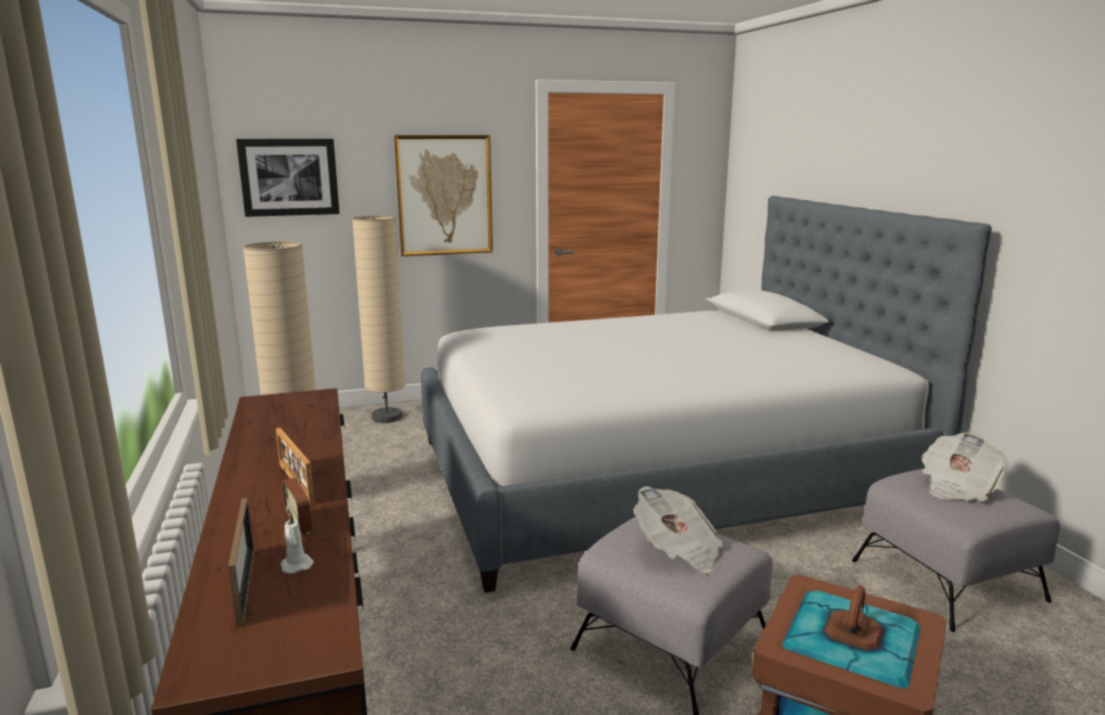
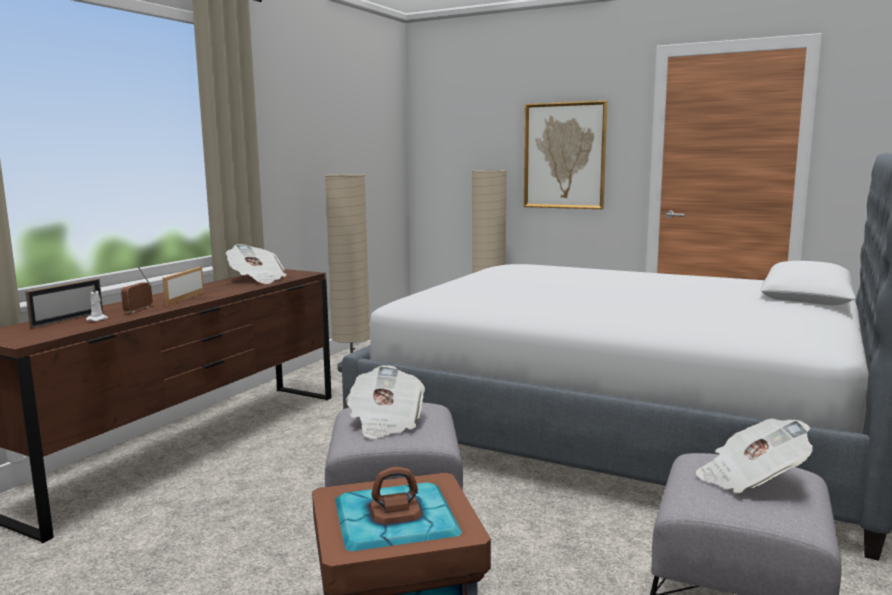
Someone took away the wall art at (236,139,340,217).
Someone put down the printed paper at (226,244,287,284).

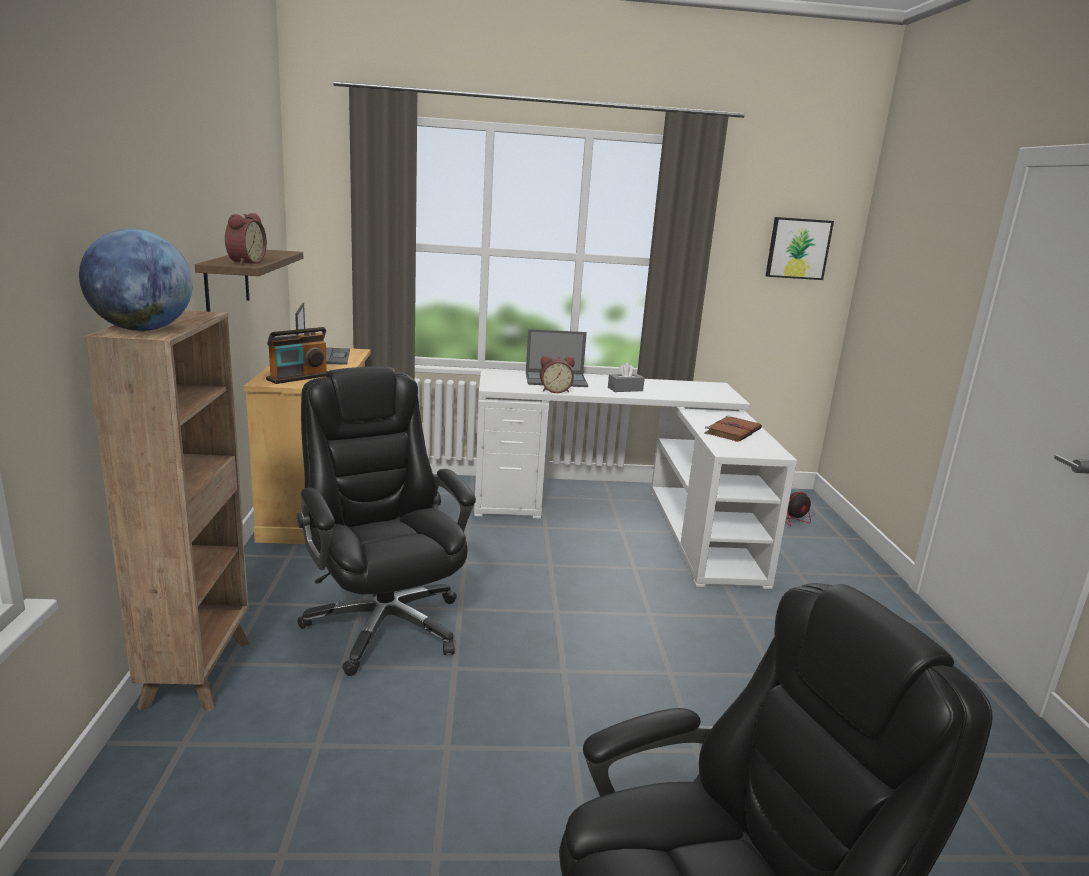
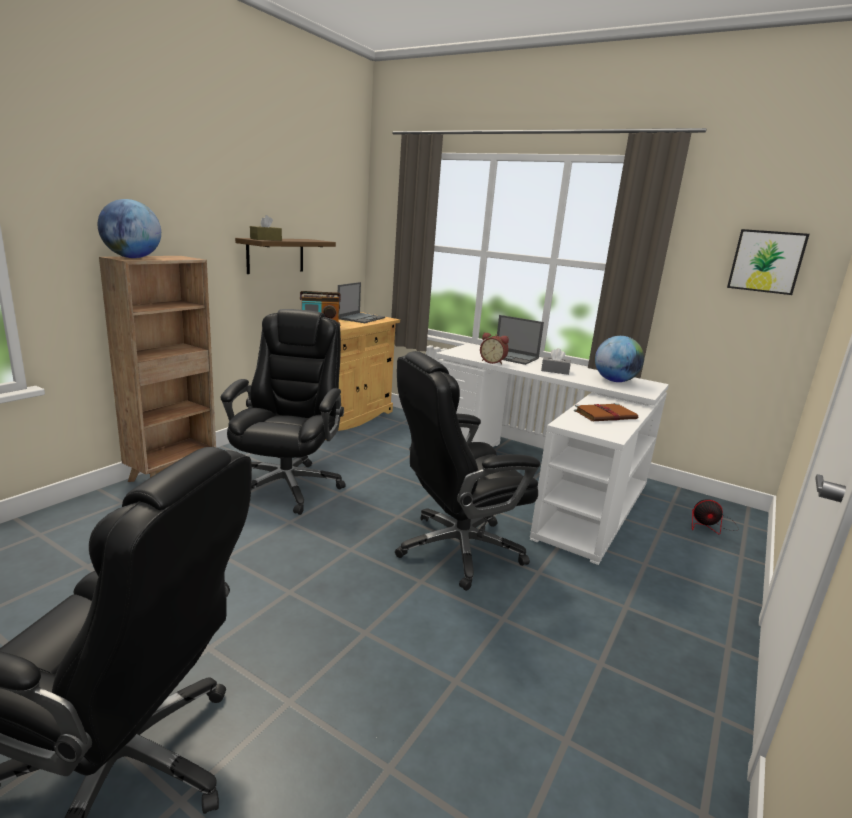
Someone swapped the alarm clock at (225,213,267,265) for the tissue holder (brown-coloured) at (250,215,282,241).
Someone put down the desk chair (black) at (395,351,540,591).
Someone put down the globe at (595,336,644,382).

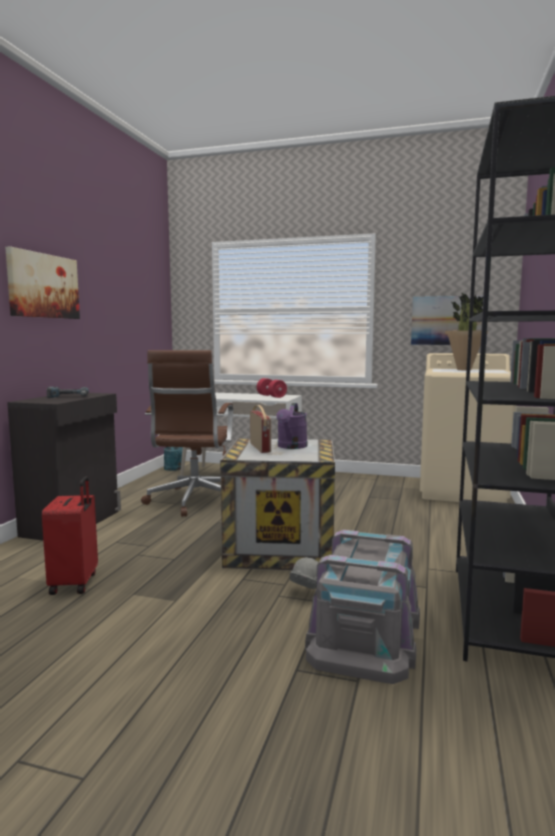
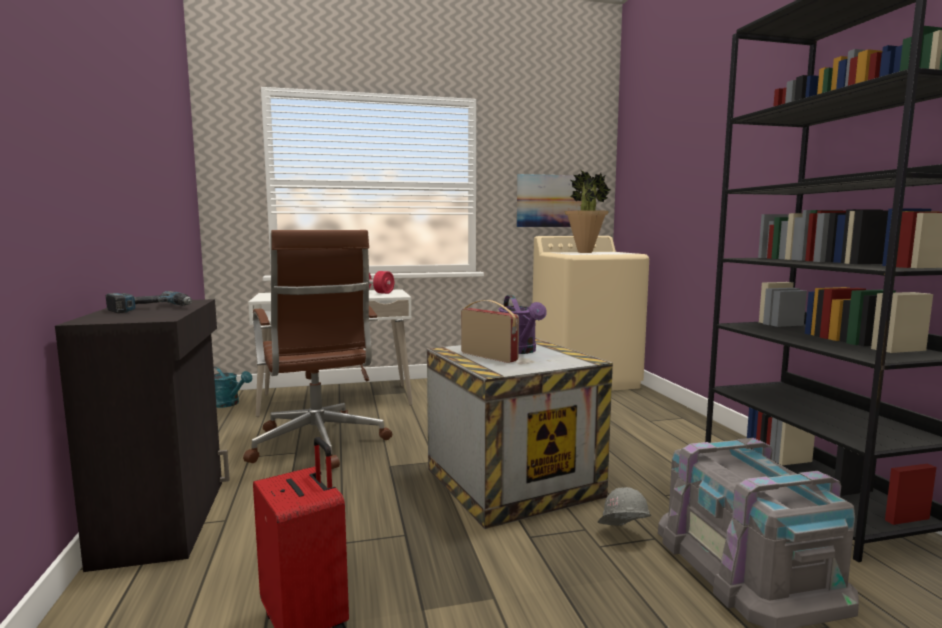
Someone took away the wall art at (5,246,80,319).

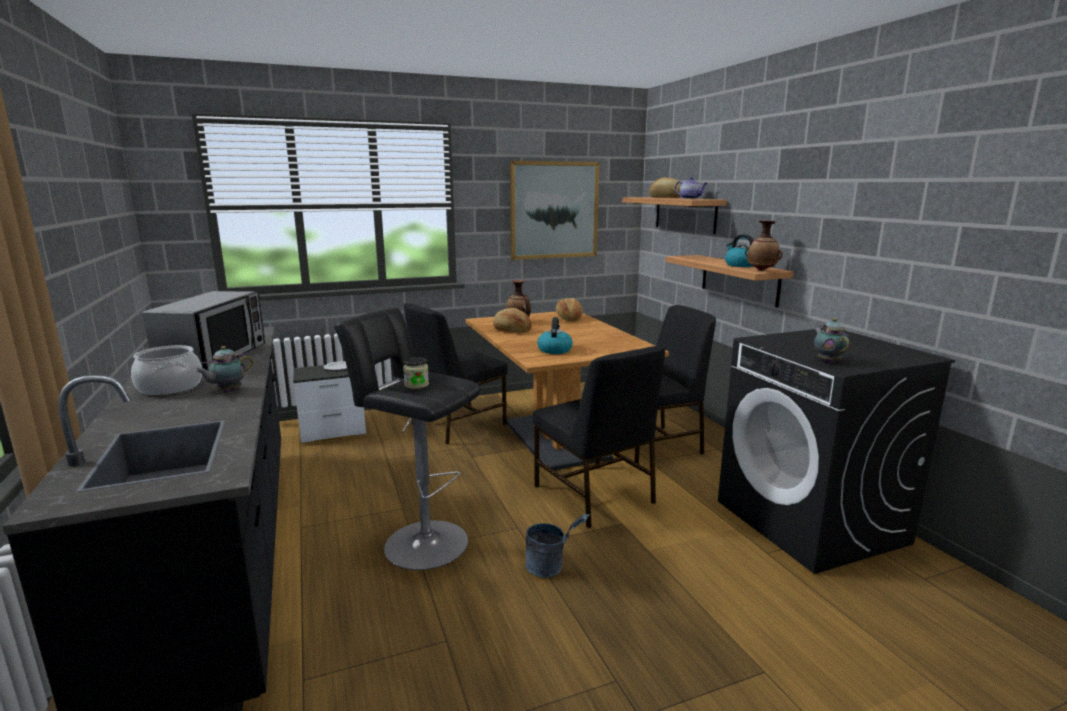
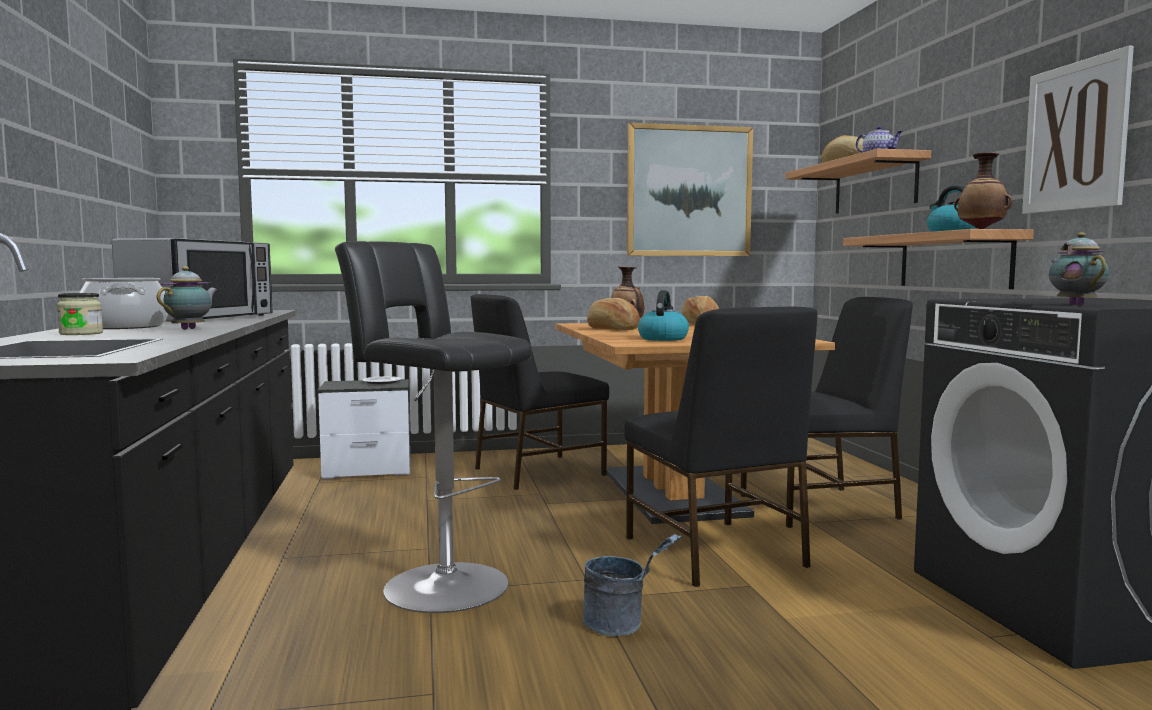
Someone rotated the pot for tea at (195,346,253,392) by 150 degrees clockwise.
Someone carried the preserve jar from (403,357,429,389) to (57,293,103,335).
Someone put up the wall art at (1022,46,1134,214).

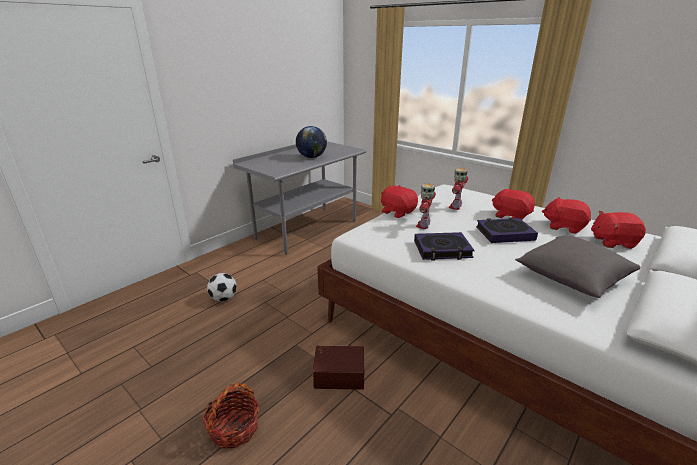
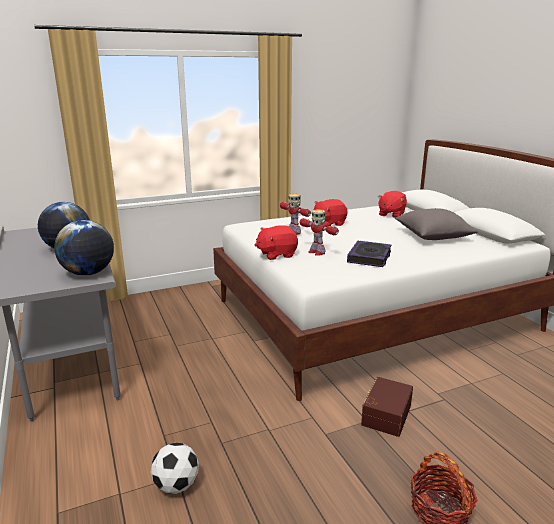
Someone took away the book at (476,217,538,243).
Someone took away the cuddly toy (reddish) at (542,197,591,234).
Someone put down the globe at (54,220,114,276).

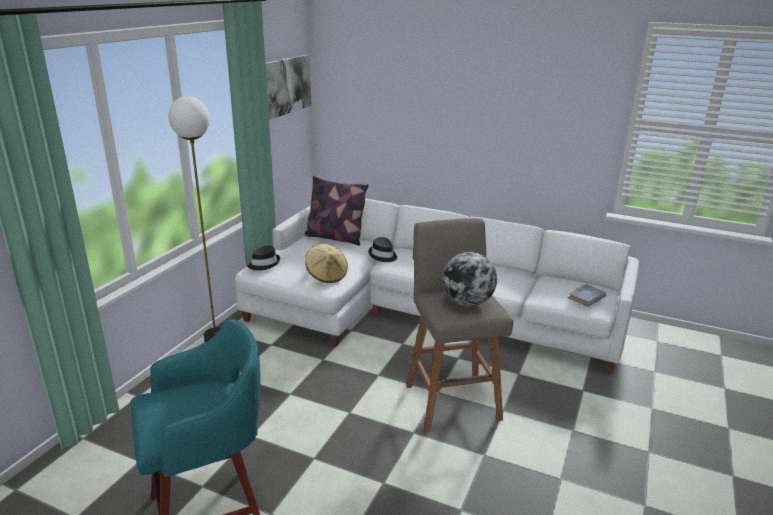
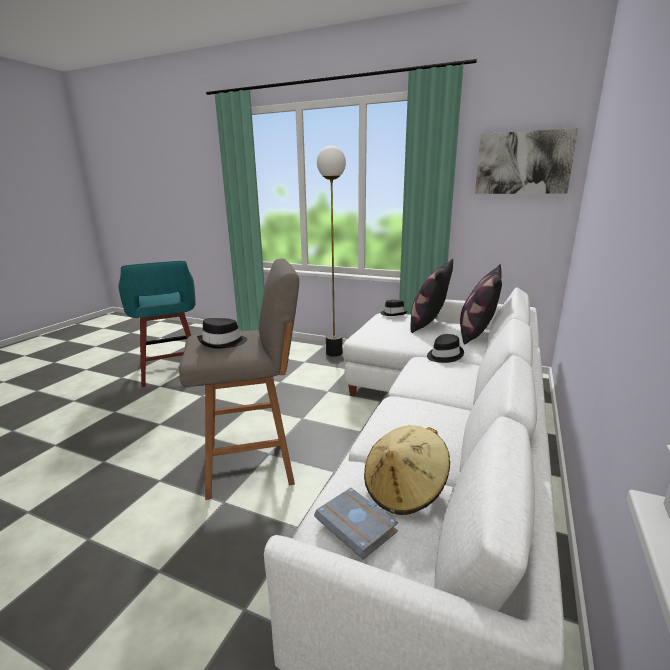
Someone carried the wearable hat (sand-coloured) from (305,244,348,283) to (364,425,450,515).
Someone swapped the globe at (442,252,497,306) for the wearable hat (black) at (197,318,247,349).
Someone put down the pillow at (410,259,453,333).

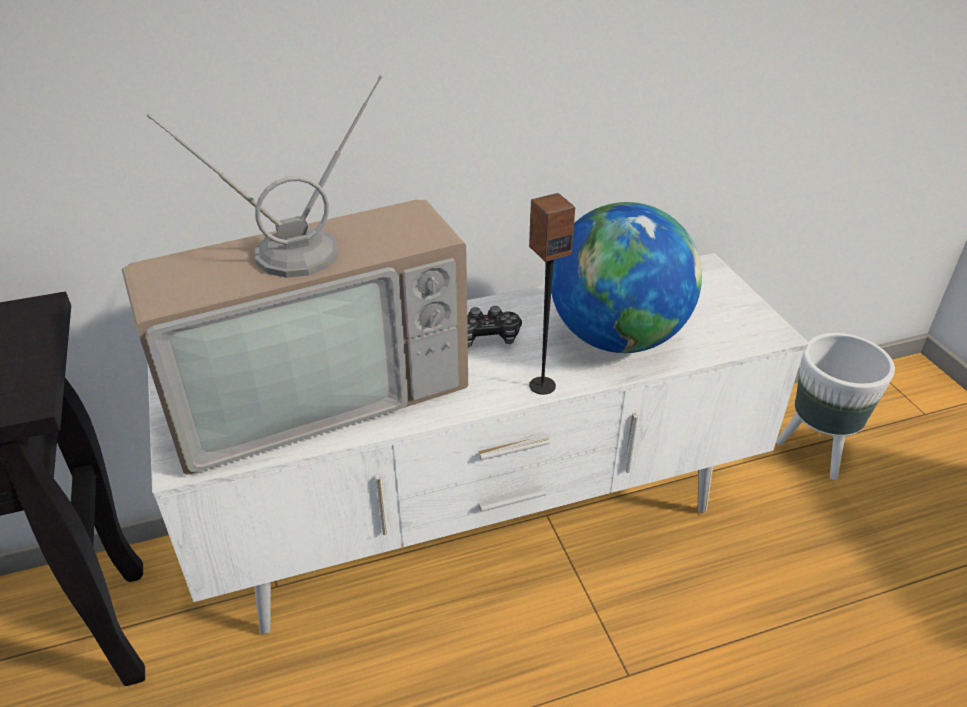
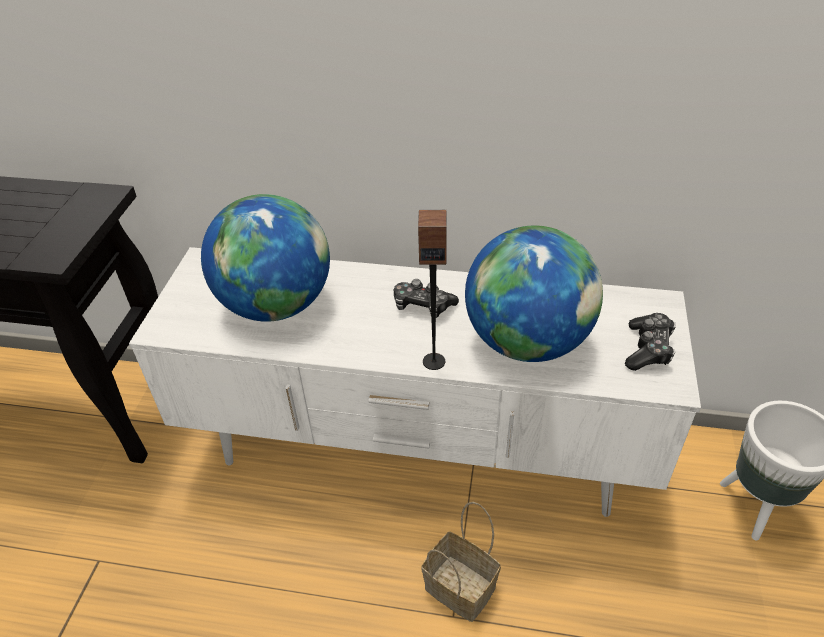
Someone swapped the TV at (122,76,468,475) for the globe at (201,194,330,322).
Someone put down the household basket at (421,502,501,622).
Someone put down the game controller at (625,313,676,371).

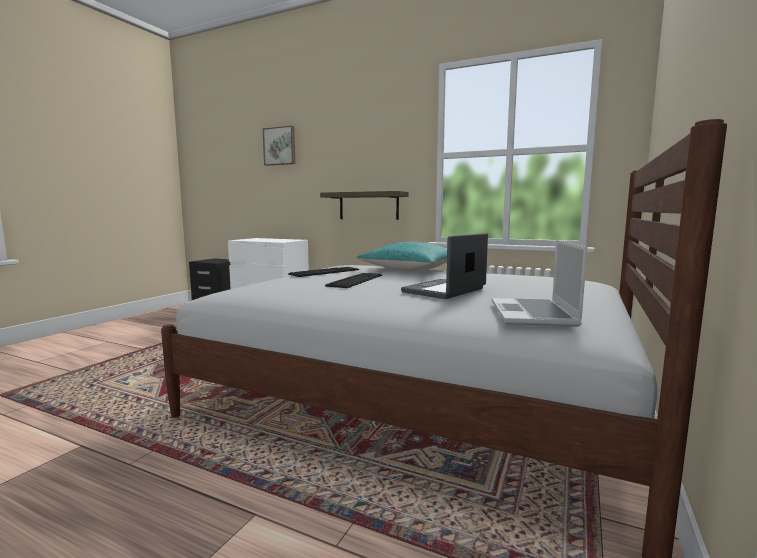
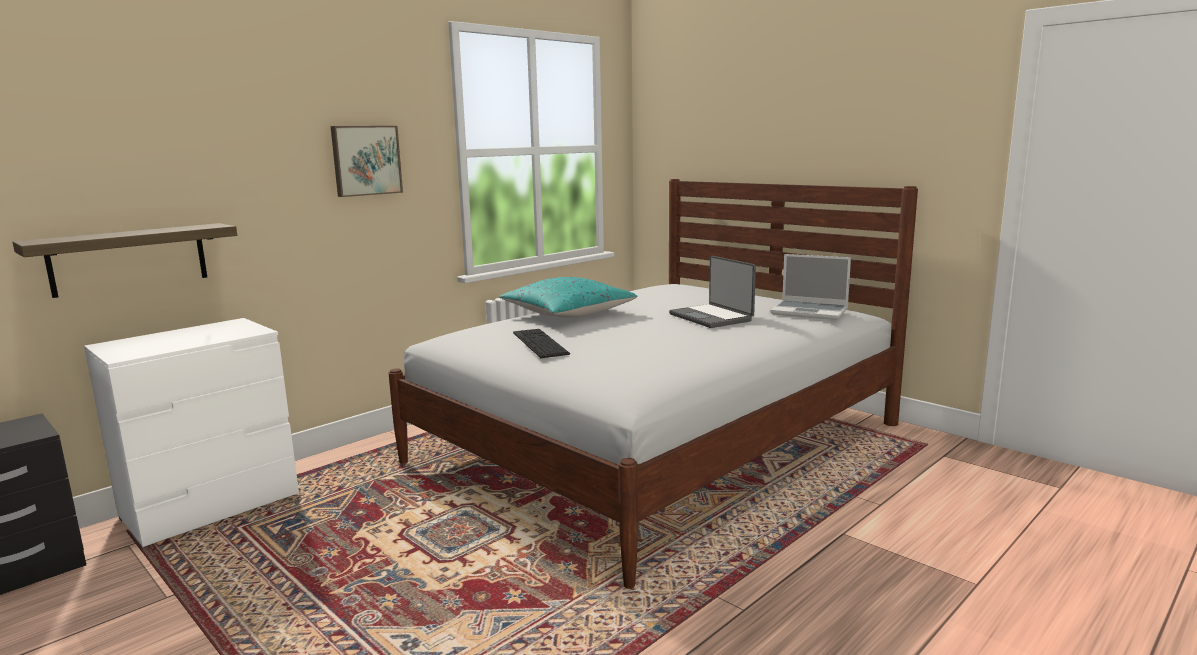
Someone carried the wall art from (263,126,295,166) to (330,126,403,197).
Someone carried the shelf from (320,191,409,220) to (13,223,237,298).
Someone took away the PC keyboard at (325,273,382,288).

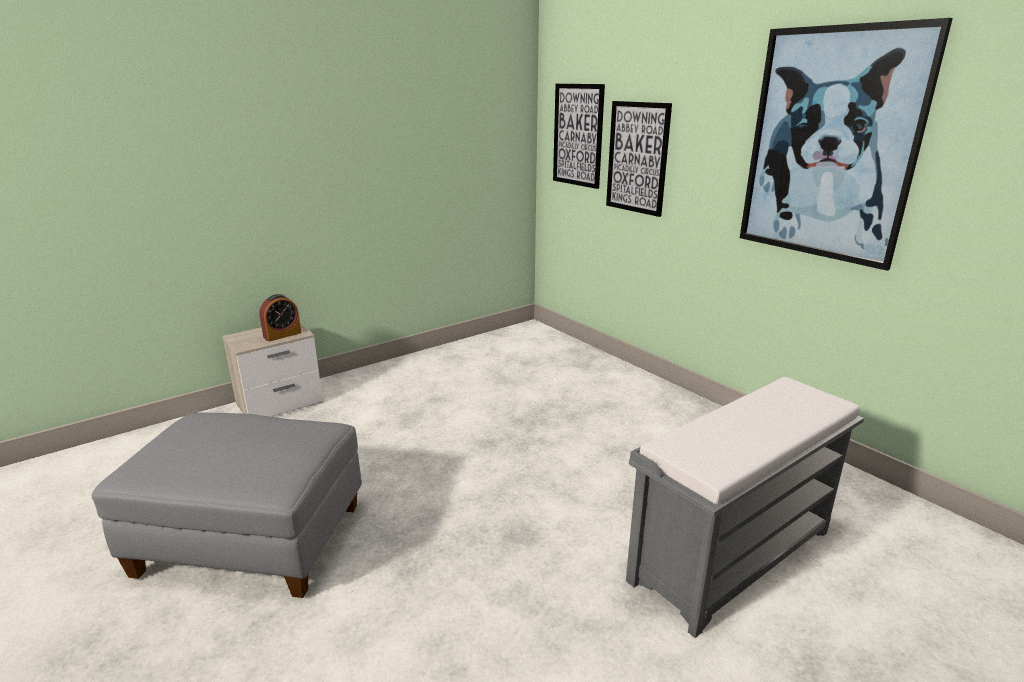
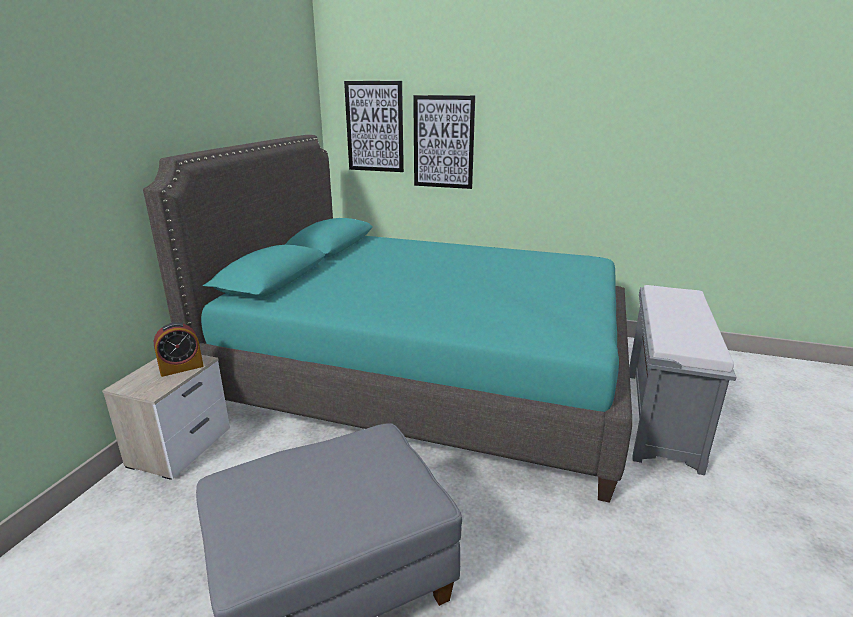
Someone rotated the alarm clock at (259,294,301,342) by 45 degrees clockwise.
Someone took away the wall art at (740,18,953,271).
Someone put down the sleeping bed (turquoise-coloured) at (143,135,632,503).

